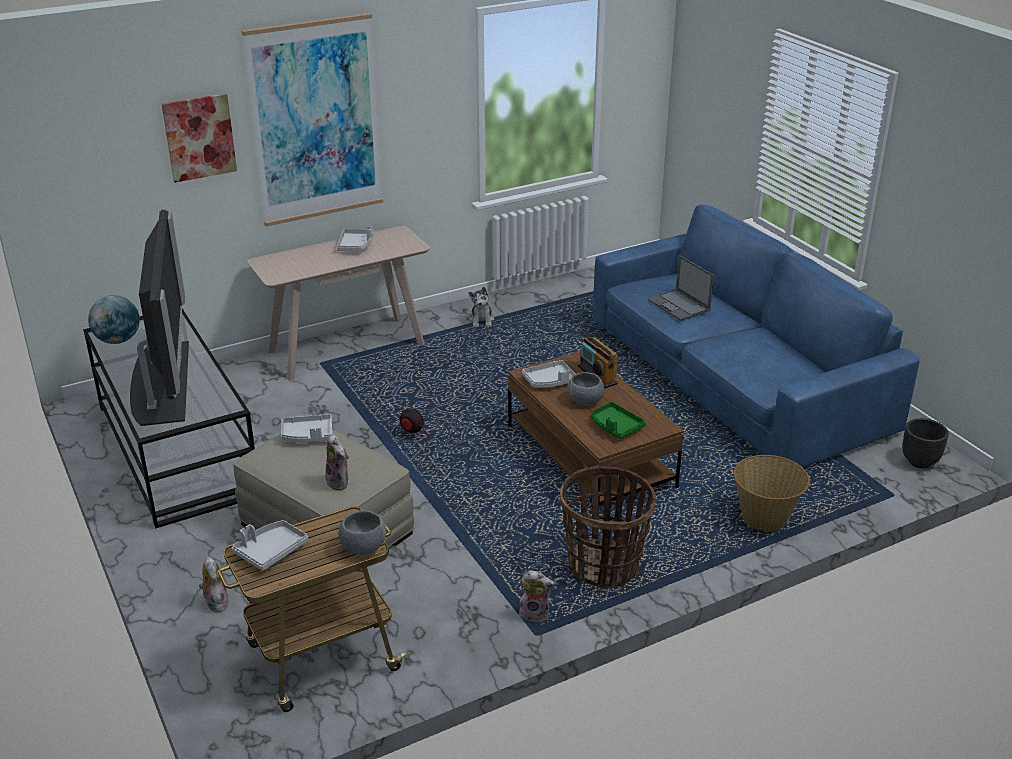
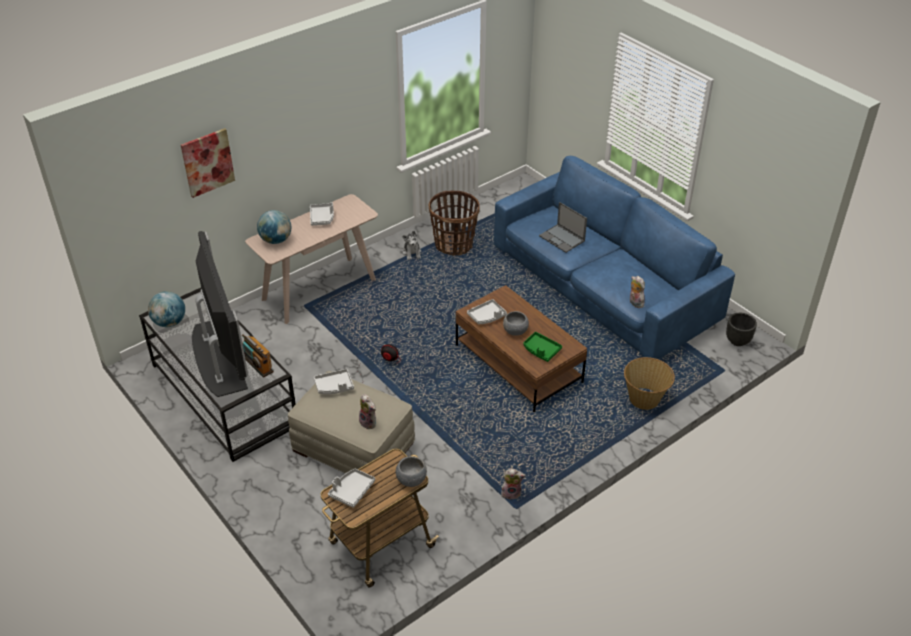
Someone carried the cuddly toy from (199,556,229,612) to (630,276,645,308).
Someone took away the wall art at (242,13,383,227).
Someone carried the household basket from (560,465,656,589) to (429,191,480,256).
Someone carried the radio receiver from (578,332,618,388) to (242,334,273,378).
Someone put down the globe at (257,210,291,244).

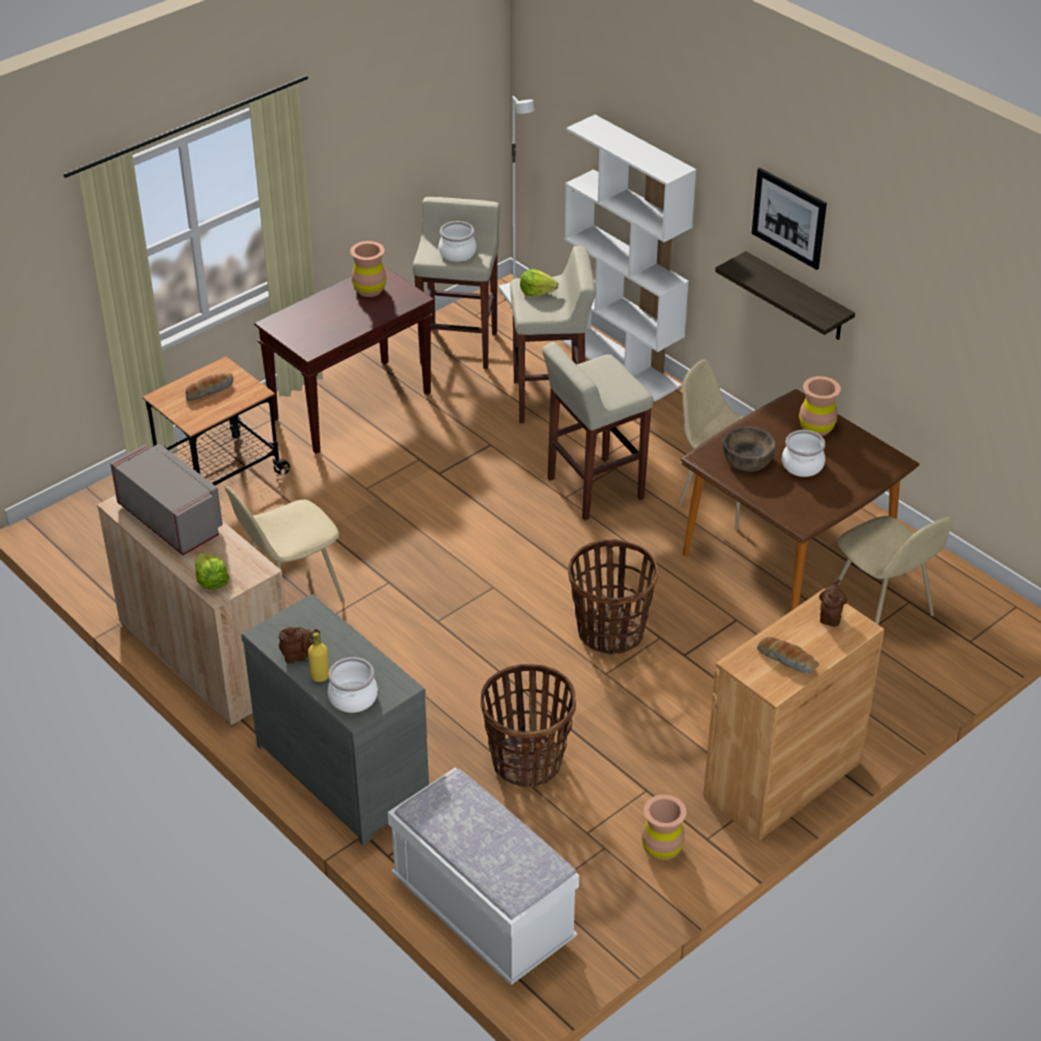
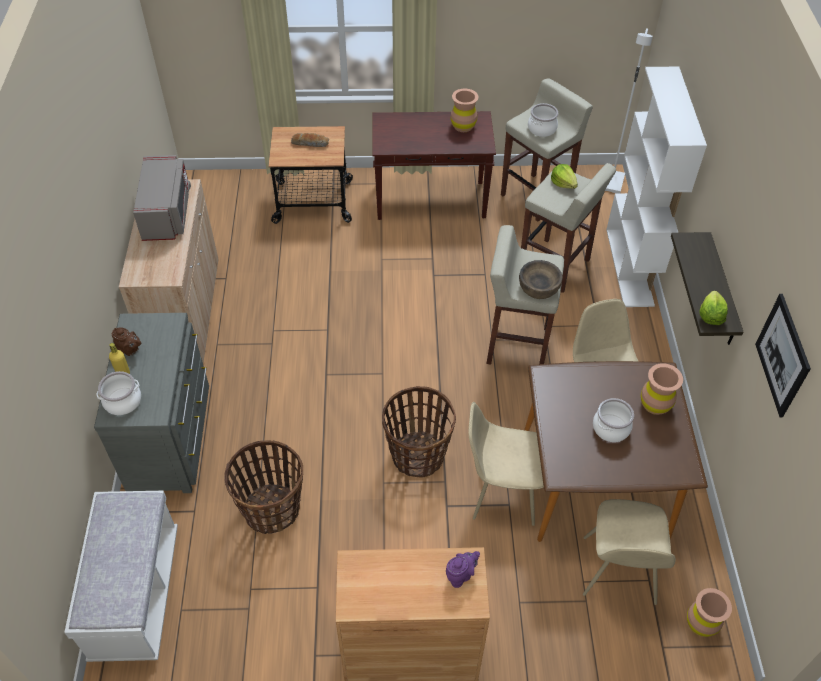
Someone carried the head of lettuce from (195,552,230,590) to (699,291,728,325).
Someone carried the plain chair (sand-coloured) from (225,485,344,601) to (469,402,544,526).
Someone carried the flower vase (brown-coloured) from (641,795,687,861) to (687,588,732,637).
Someone carried the serving bowl (brown-coloured) from (723,426,776,472) to (519,260,563,299).
Someone carried the wall art from (752,168,827,270) to (755,294,811,417).
Someone took away the bread at (757,637,819,674).
Someone repainted the pot for tea (brown-coloured) at (819,579,847,627), which became the pot for tea (purplish) at (446,551,480,588).

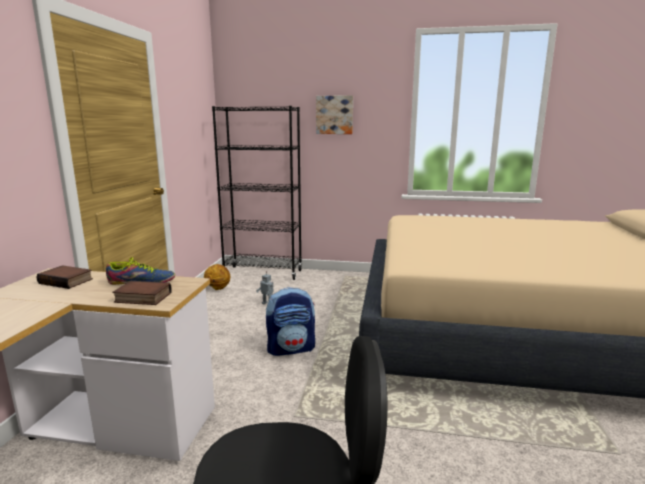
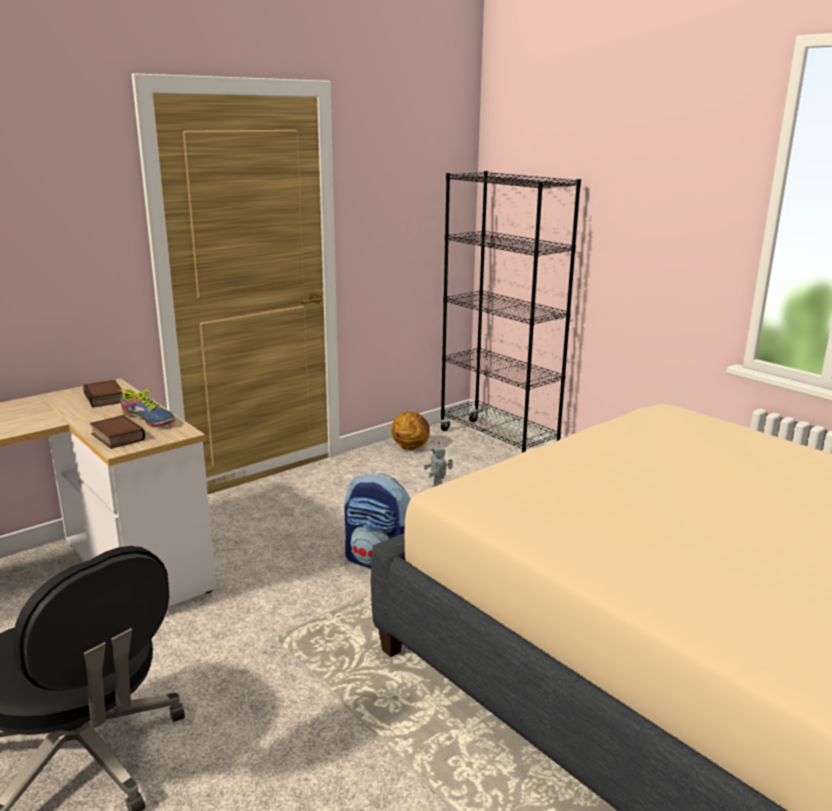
Someone took away the wall art at (316,95,353,134).

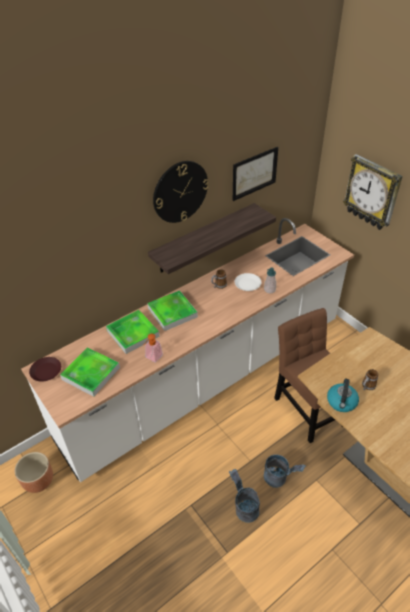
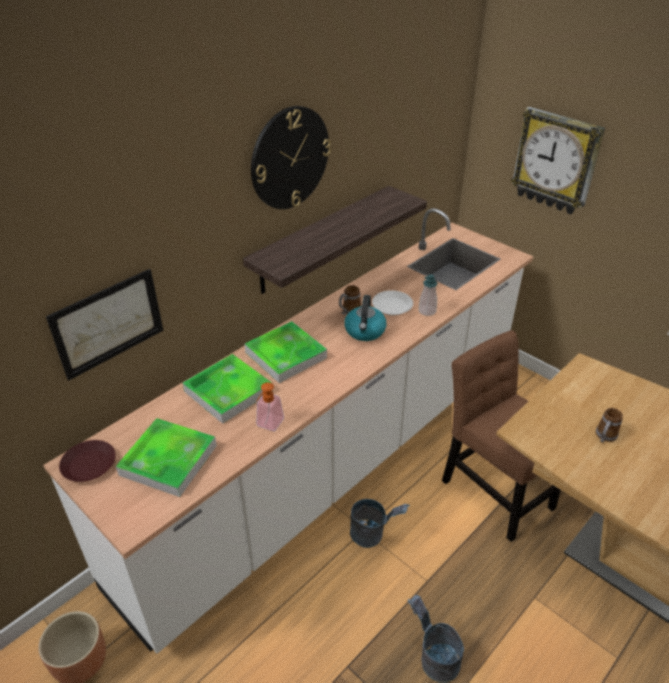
Someone carried the wall art from (233,147,278,201) to (46,269,163,380).
Someone carried the bucket (grey) from (264,455,306,488) to (350,499,410,548).
Someone carried the water kettle from (327,379,359,412) to (344,295,386,341).

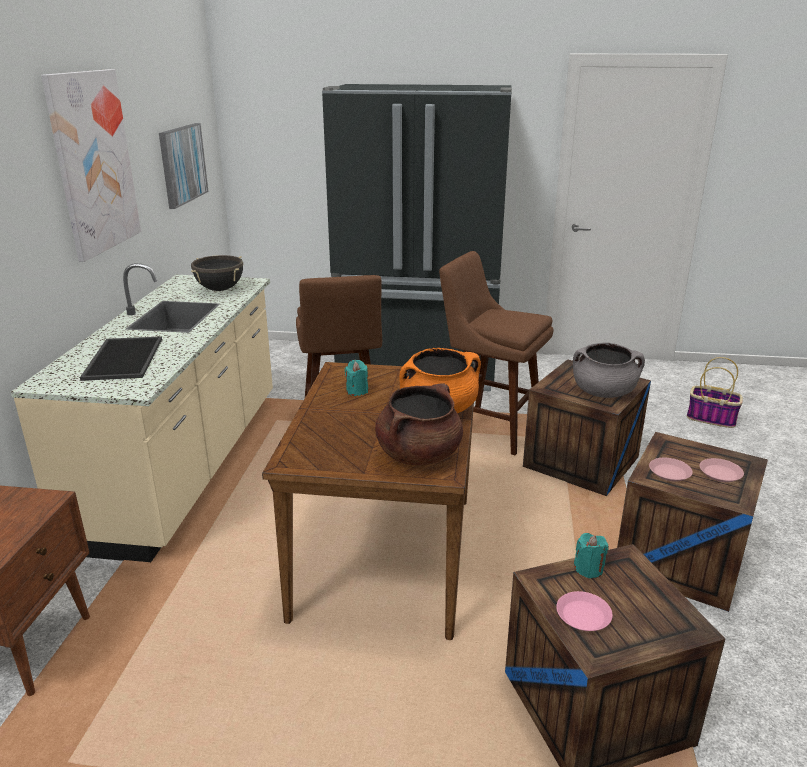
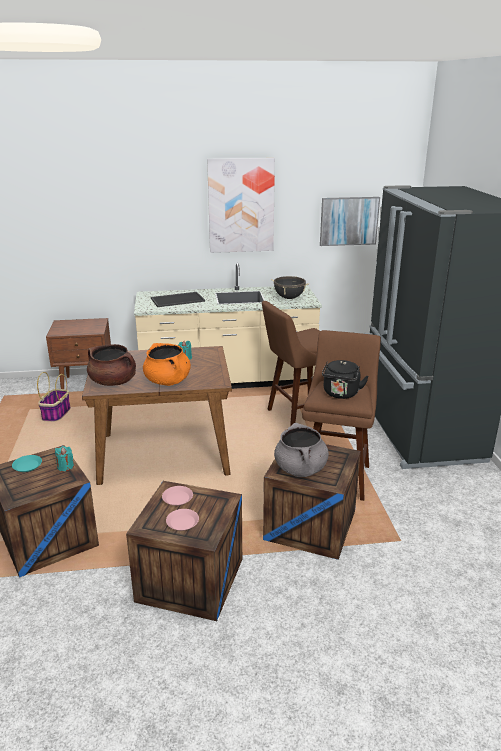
Someone repainted the flat dish (pinkish) at (556,591,613,631), which became the flat dish (turquoise-coloured) at (12,455,42,472).
Someone carried the household basket from (687,357,743,428) to (37,372,71,422).
Someone put down the water kettle (black) at (322,360,369,399).

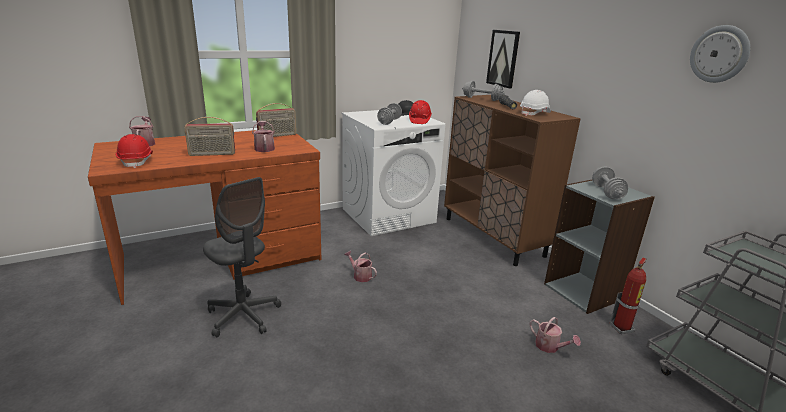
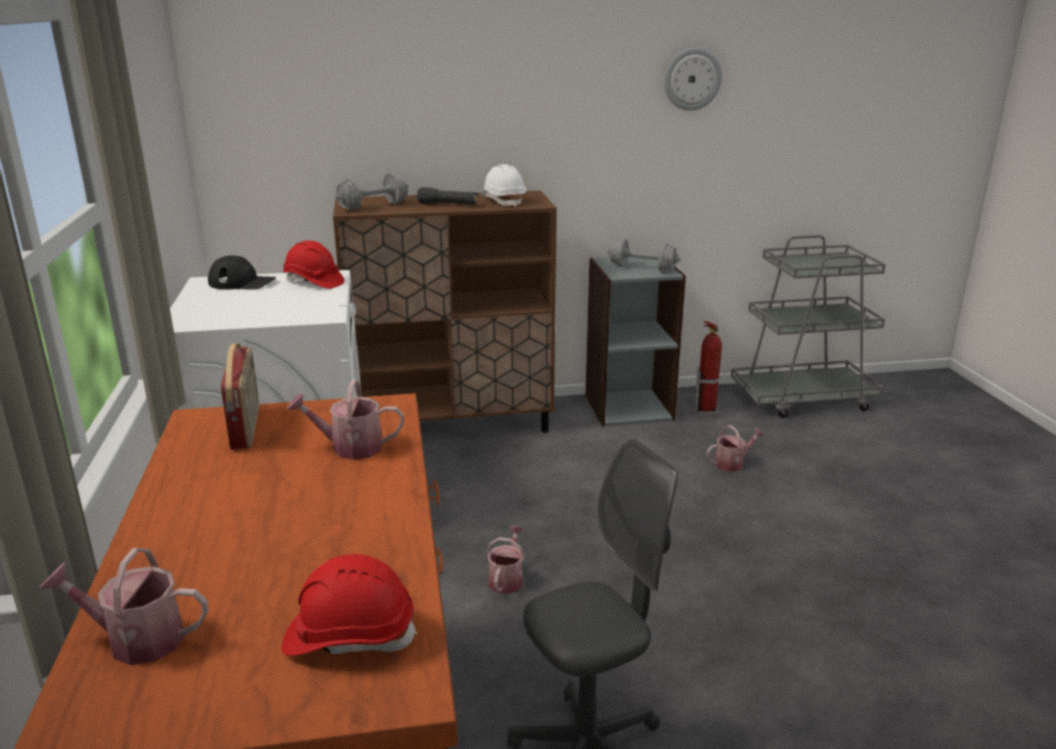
Someone took away the radio receiver at (184,117,235,156).
Someone rotated the watering can at (344,251,377,282) by 135 degrees clockwise.
Someone took away the dumbbell (grey) at (377,103,402,125).
Someone took away the wall art at (486,30,520,88).

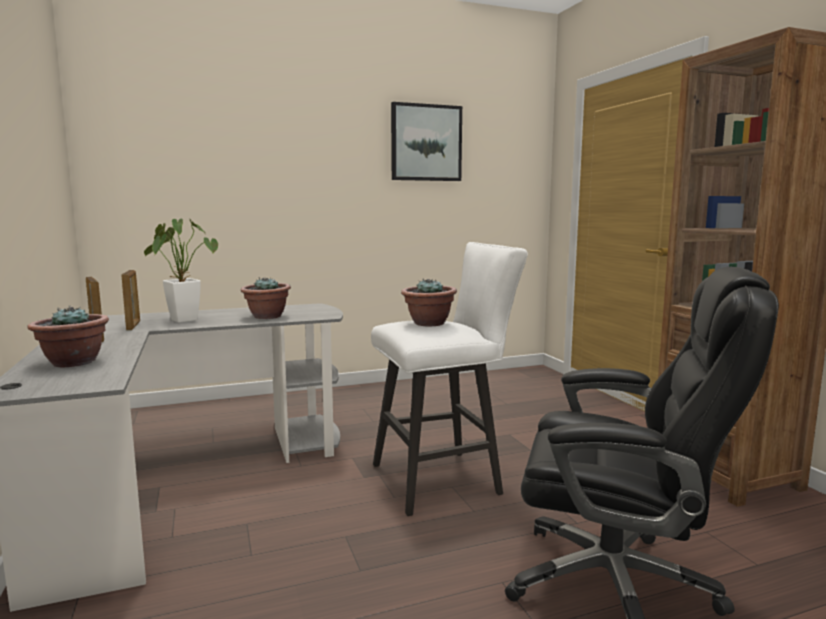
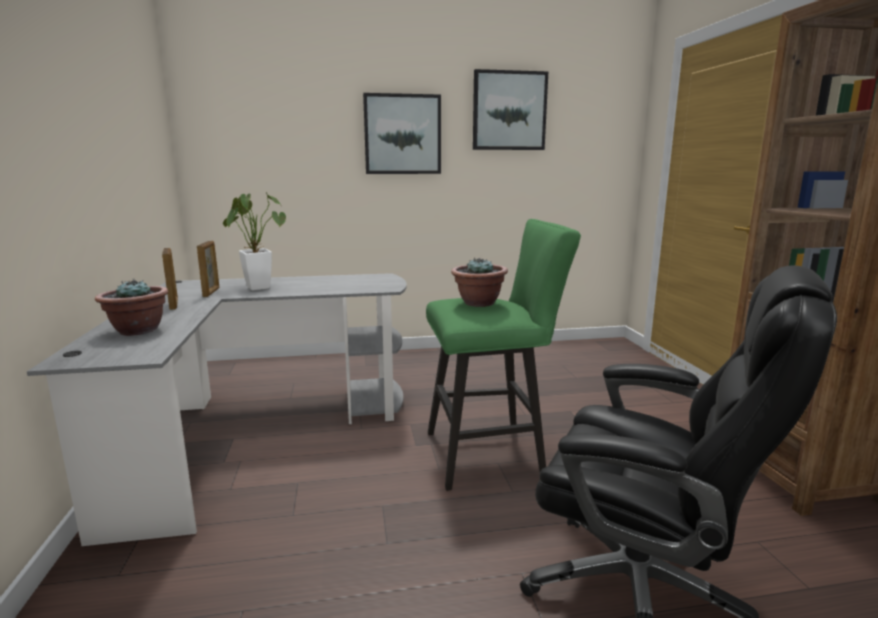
Someone took away the plant in a pot at (240,277,291,319).
Someone repainted the stool seat (white-coloured) at (371,242,528,516), which became the stool seat (green) at (426,219,581,491).
Someone put up the wall art at (363,93,441,174).

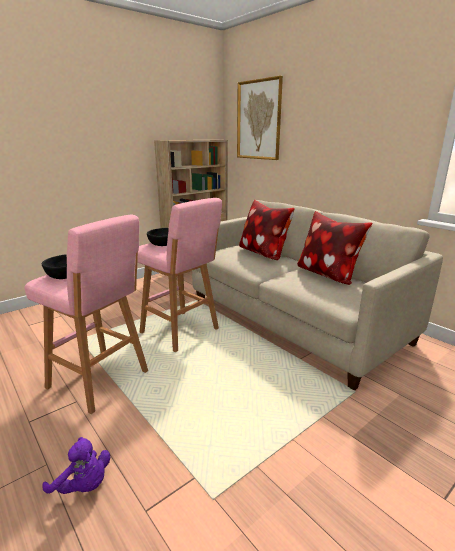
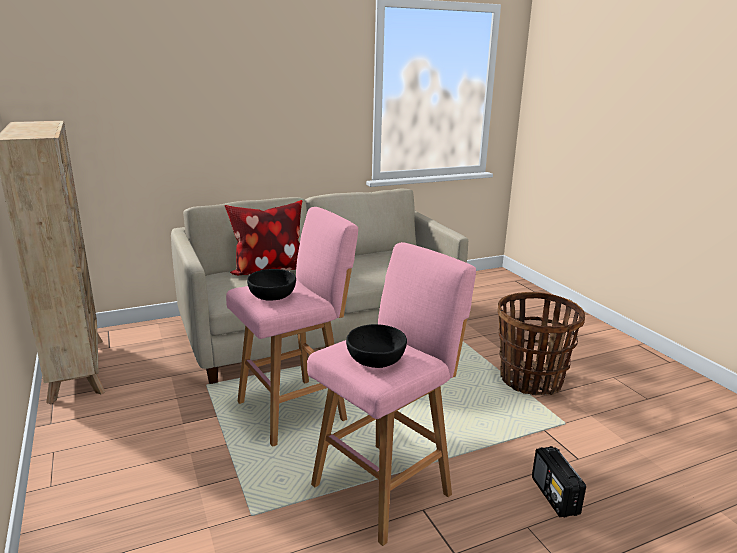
Someone swapped the cuddly toy (purplish) at (42,437,110,494) for the radio receiver at (532,446,586,517).
Someone took away the wall art at (237,76,283,160).
Someone took away the pillow at (297,211,373,285).
Someone put down the household basket at (497,292,585,395).

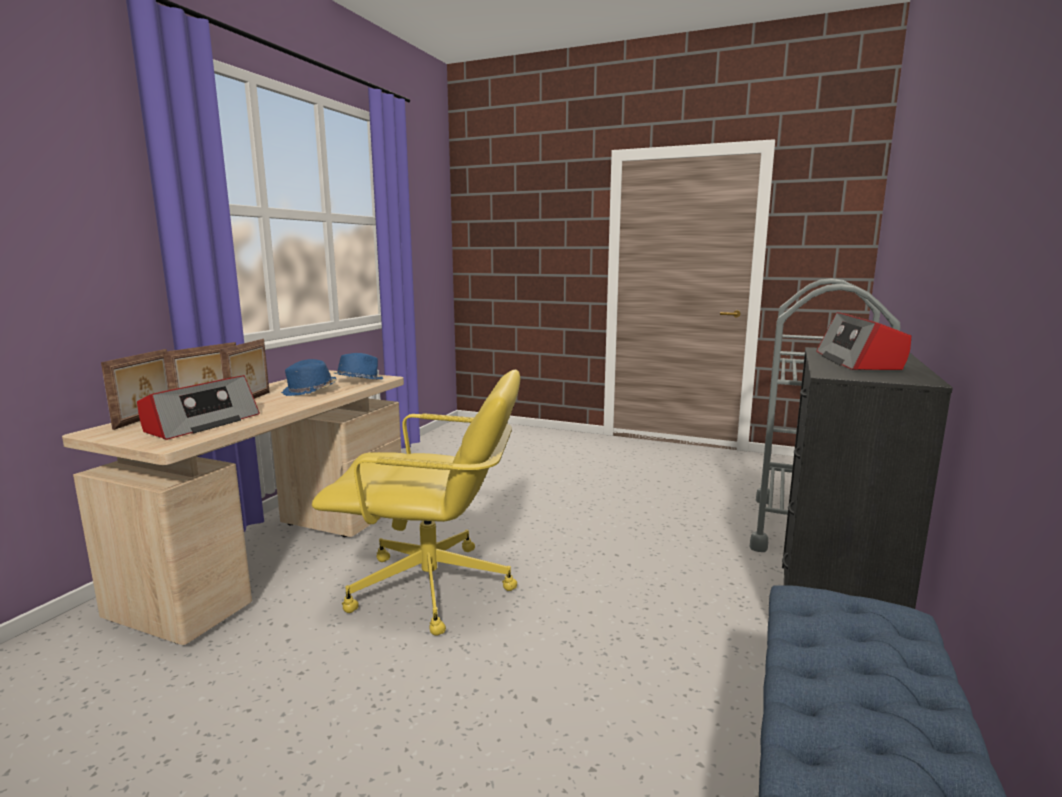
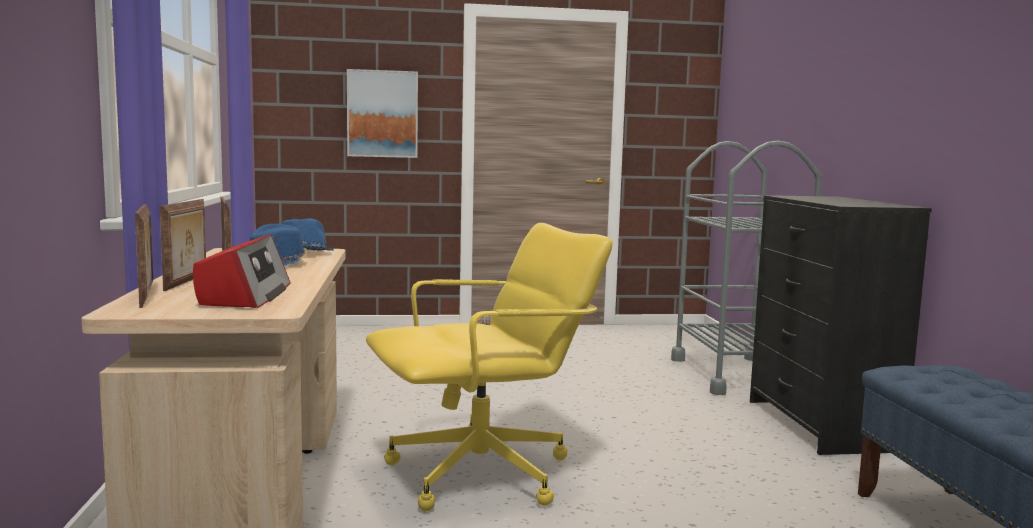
Someone took away the radio receiver at (816,312,911,370).
Someone put up the wall art at (347,69,418,158).

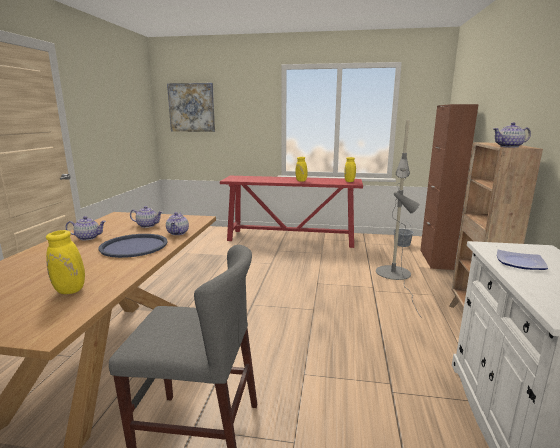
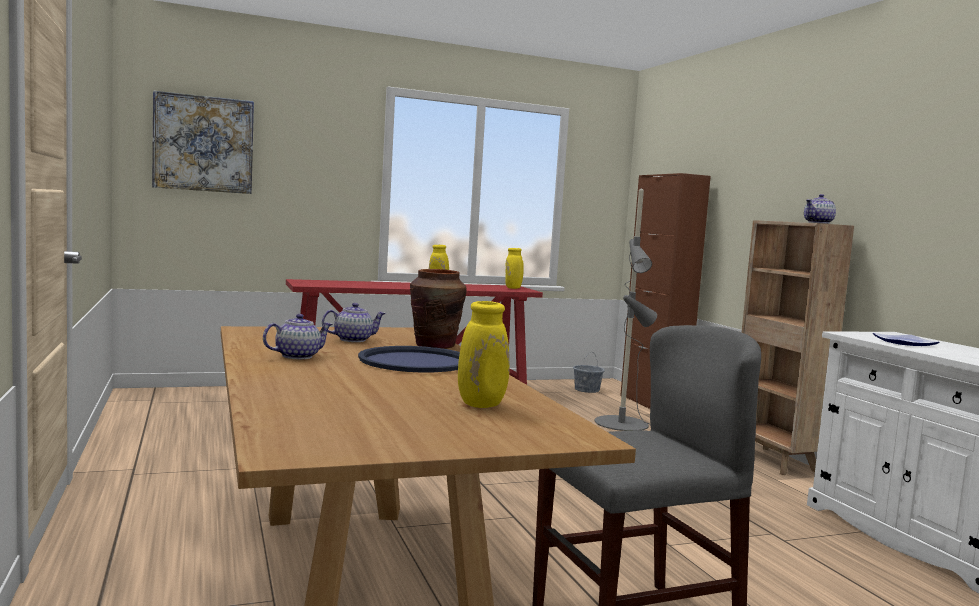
Someone swapped the pot for tea at (166,212,189,235) for the flower vase (brown-coloured) at (410,269,467,349).

